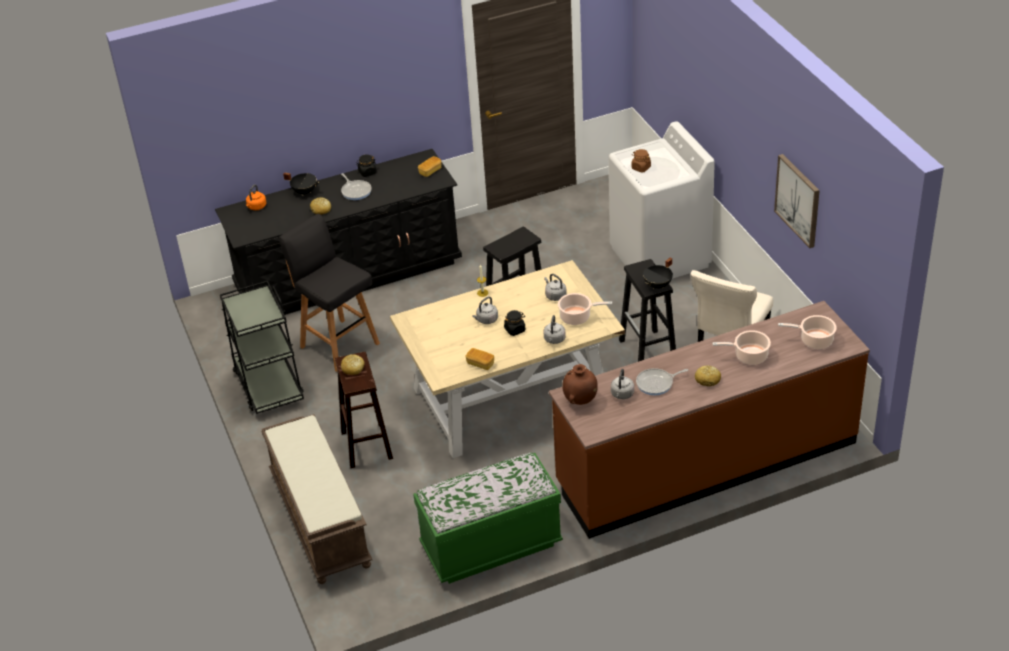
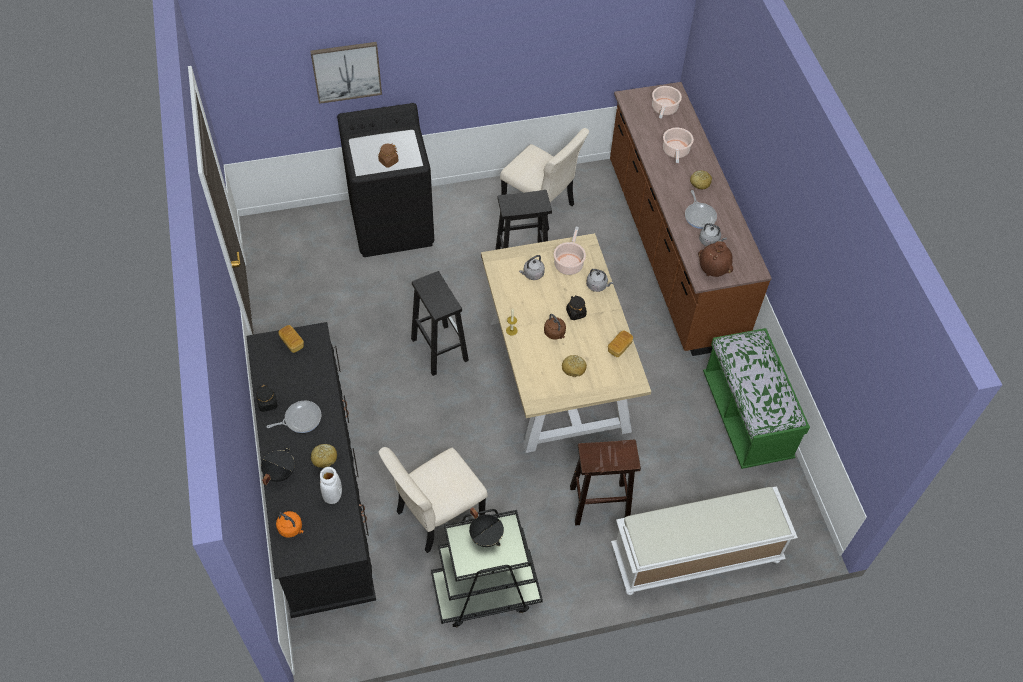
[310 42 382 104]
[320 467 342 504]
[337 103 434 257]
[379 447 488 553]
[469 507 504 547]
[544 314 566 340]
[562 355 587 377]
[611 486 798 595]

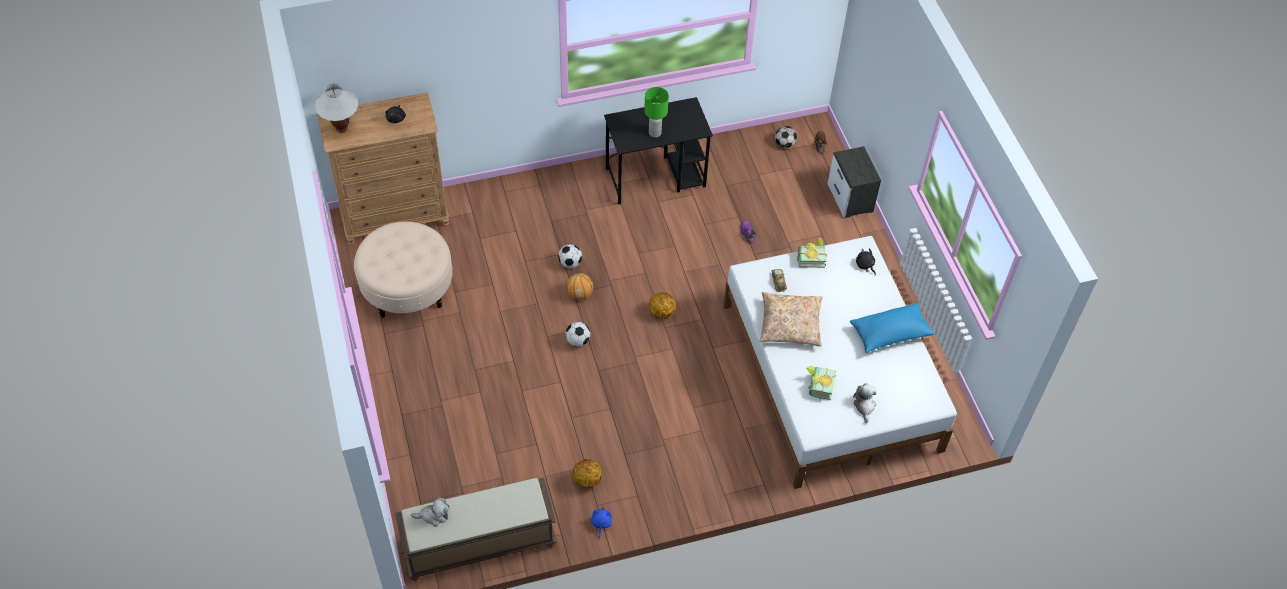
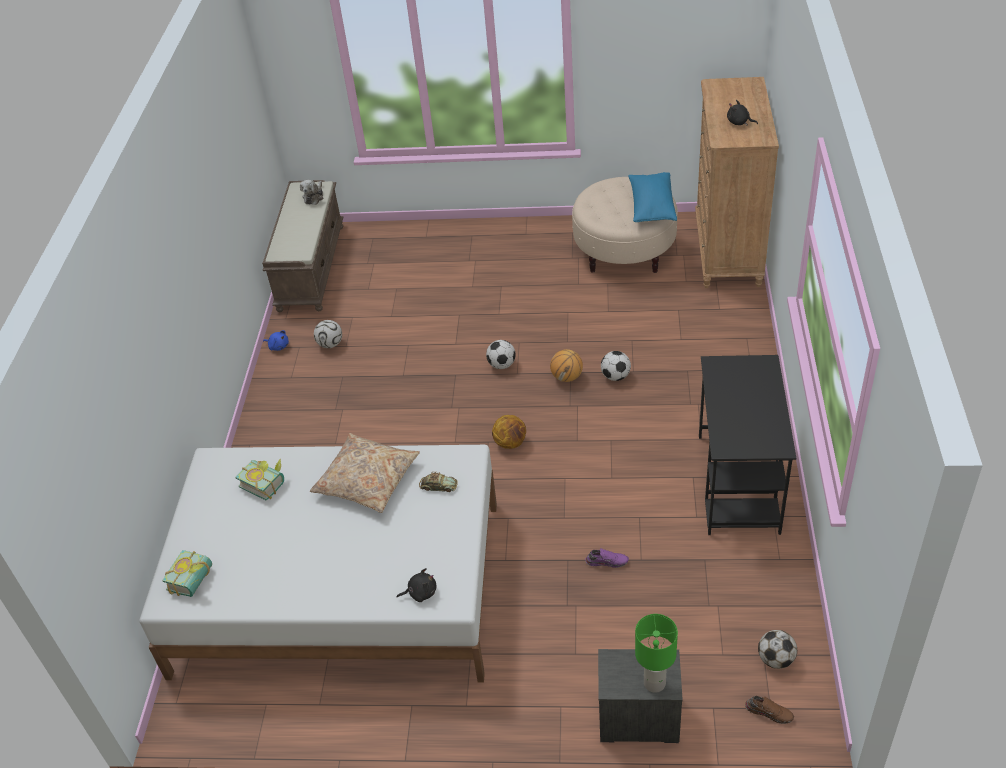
[162 550 212 597]
[314 320 342 348]
[628 172 677 222]
[635 614 678 693]
[315 84 358 133] (first image)
[853 383 876 423] (first image)

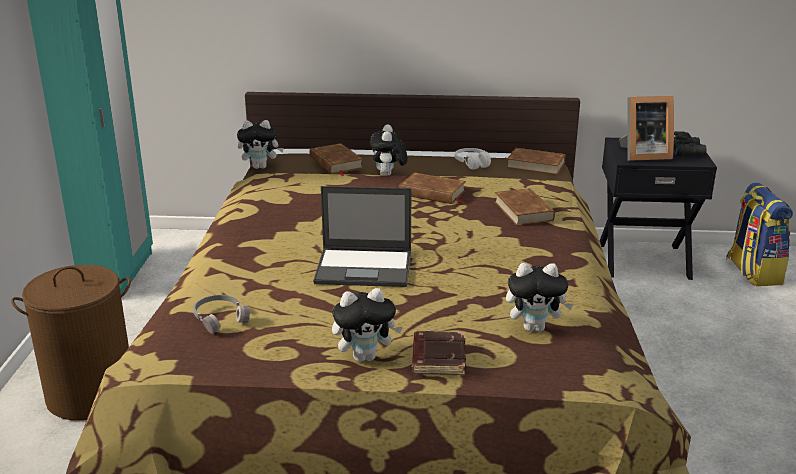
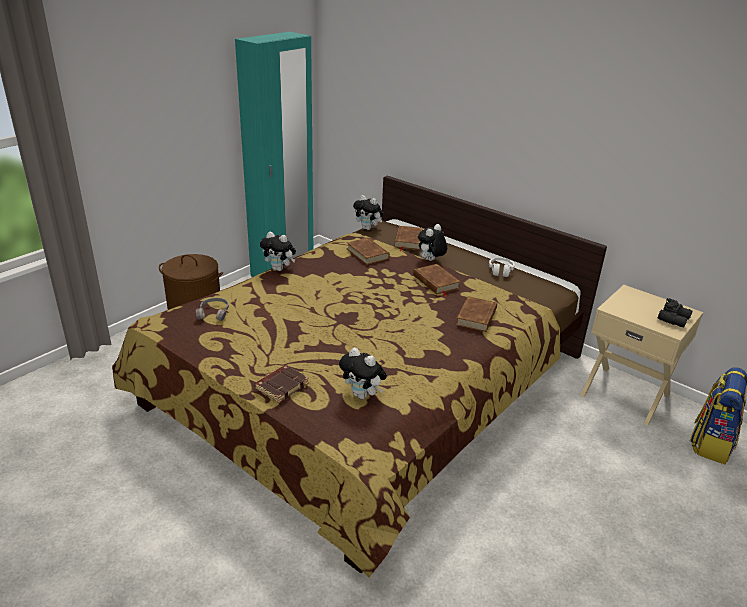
[260 232 296 271]
[347 238 390 265]
[581 285 703 426]
[313 186 411 287] (first image)
[619 96 674 161] (first image)

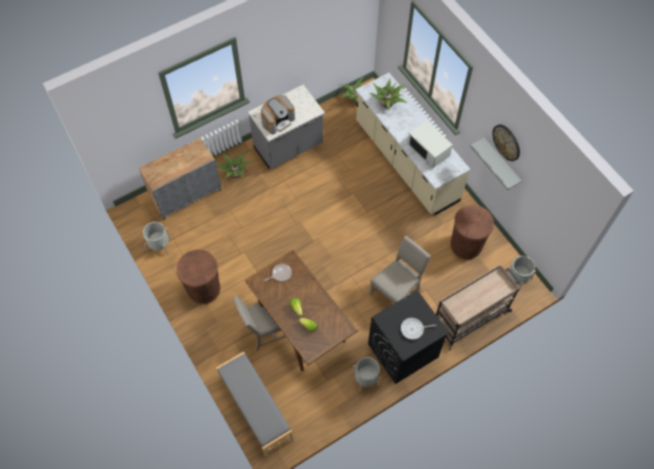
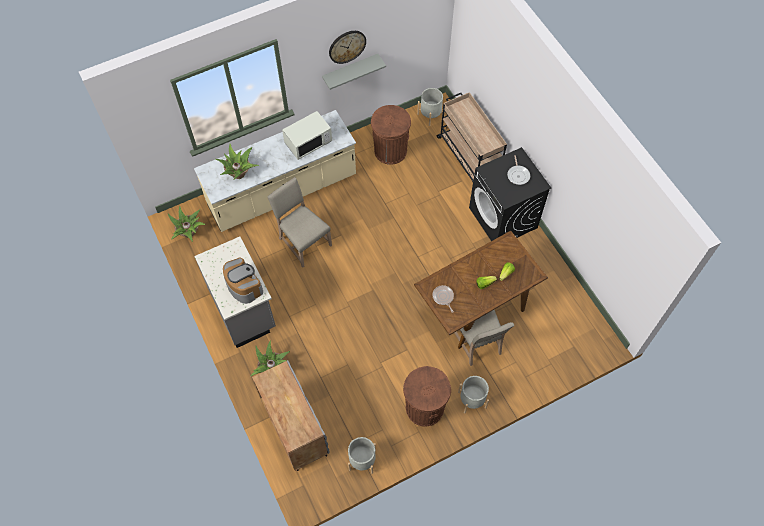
[267 177 332 267]
[458 376 489 413]
[216 352 293 457] (first image)

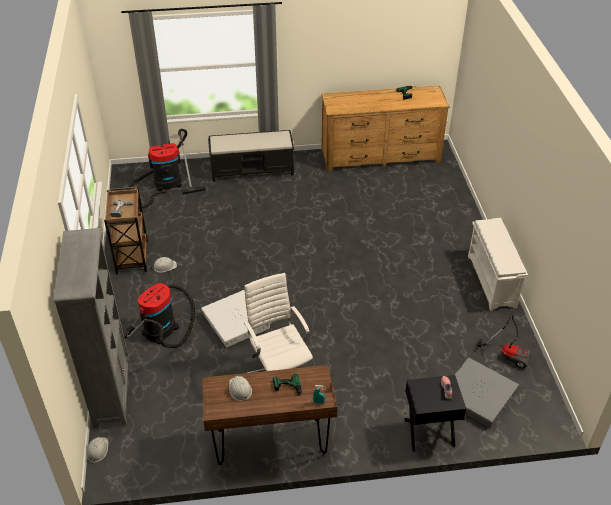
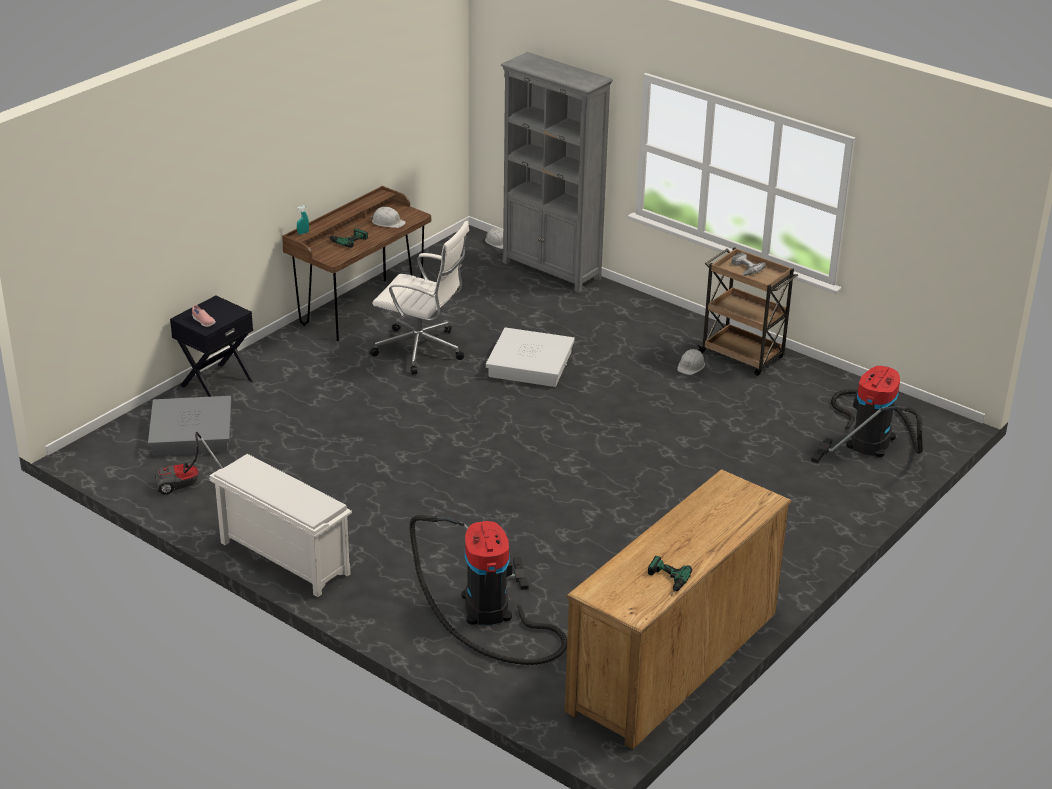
[409 515 567 665]
[208 130 294 182] (first image)

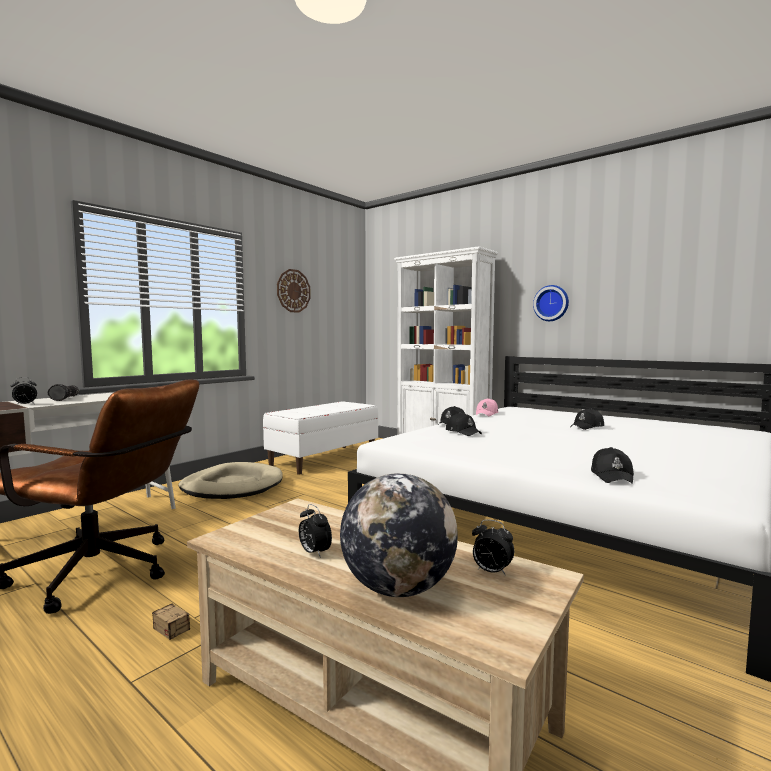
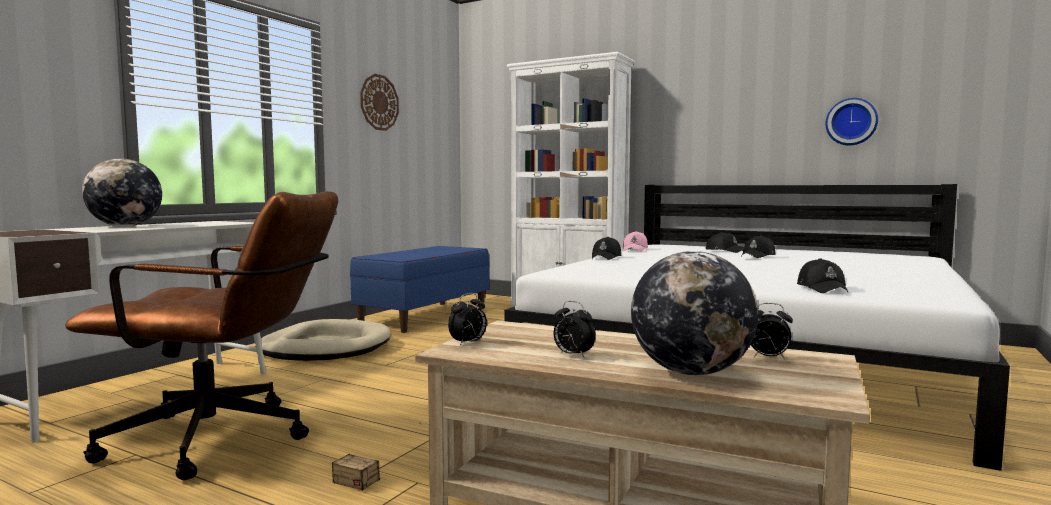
[82 158 162 227]
[350 246 489 333]
[448 293 487 346]
[705 232 744 253]
[826 98 878 146]

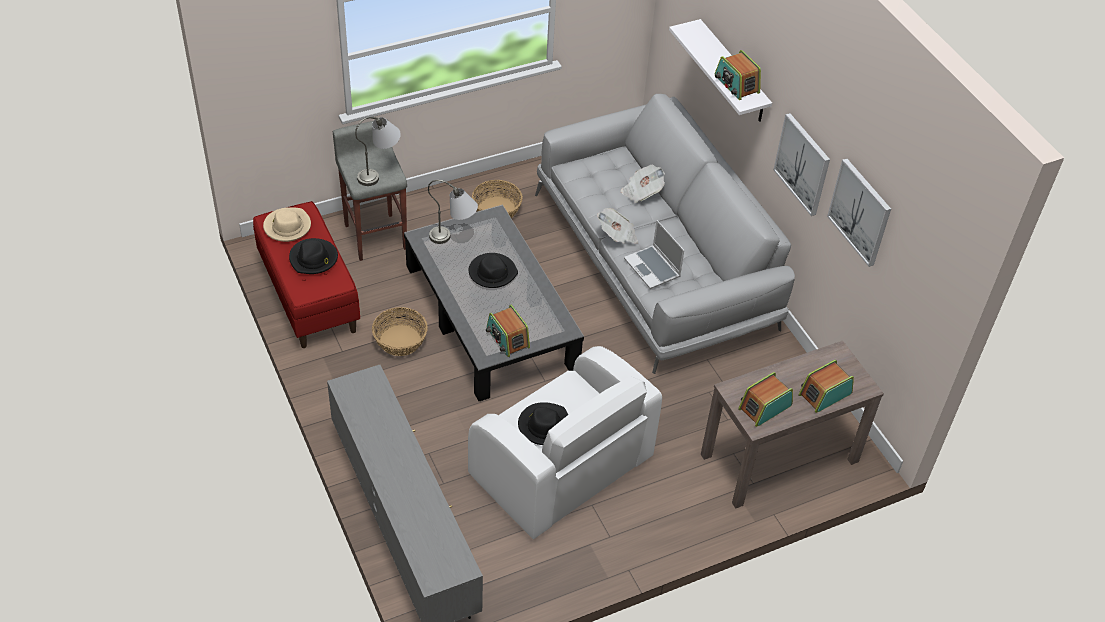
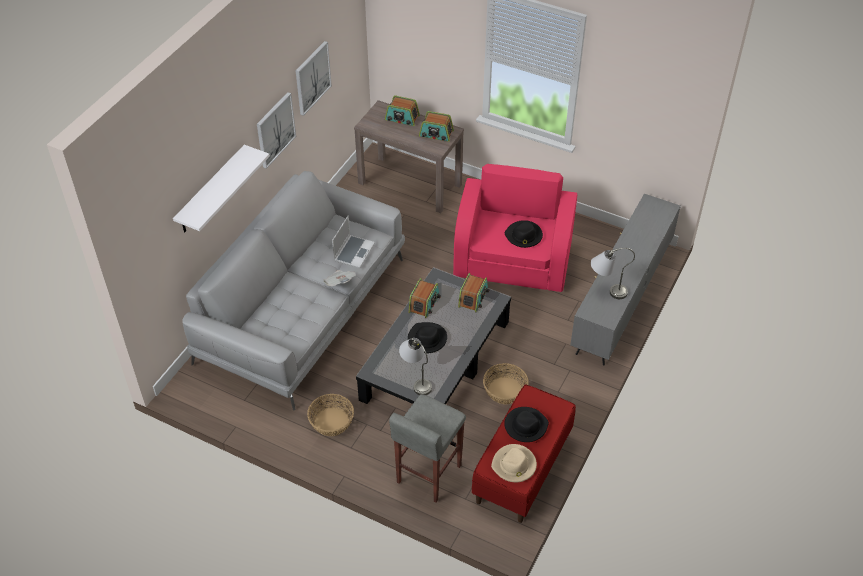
[408 278 441 318]
[453 164 577 292]
[591 248 635 299]
[621 165 665 203] (first image)

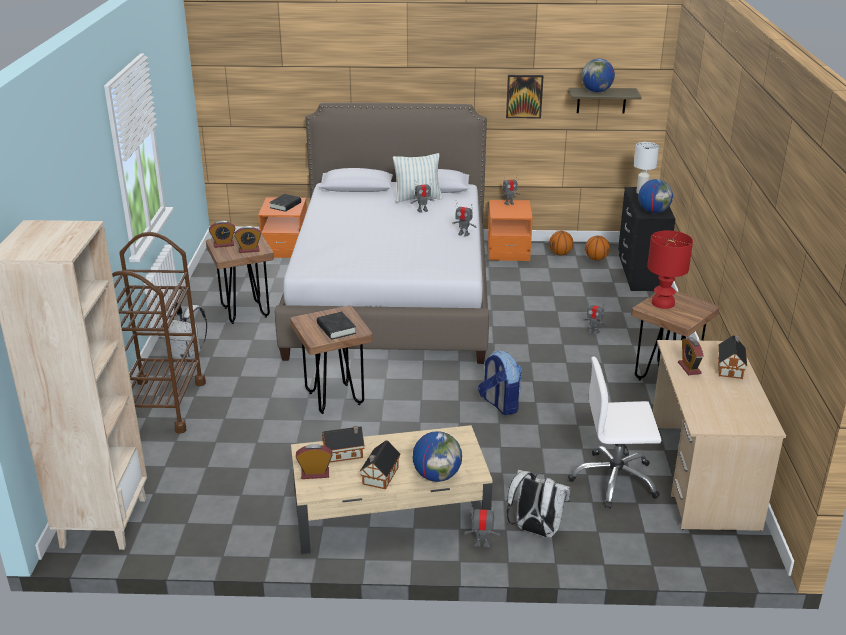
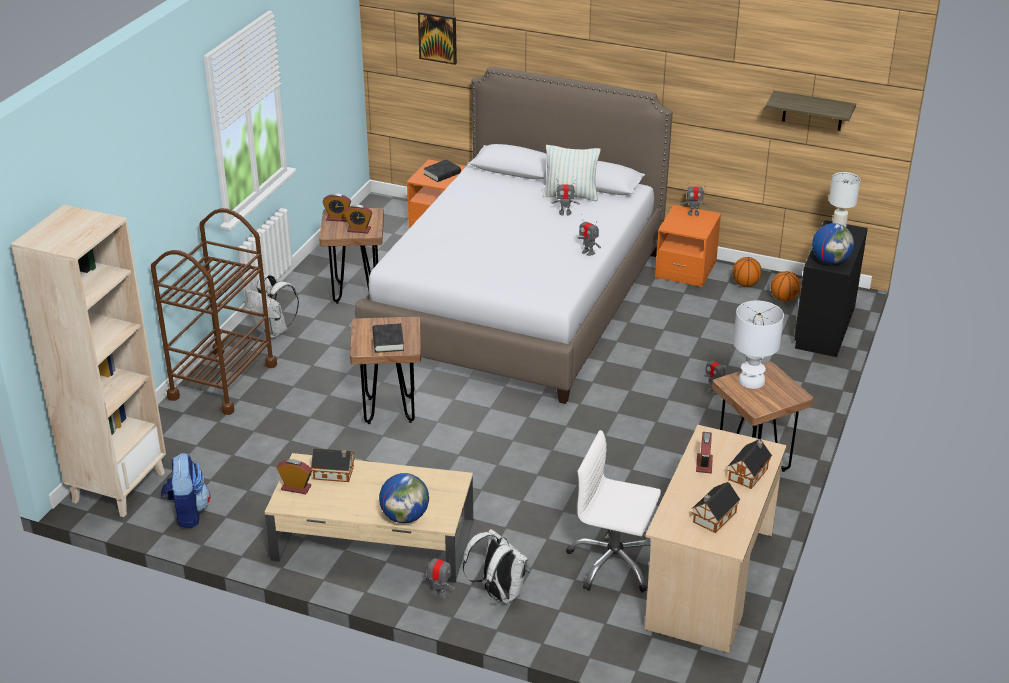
[161 453 210 528]
[418 12 457 65]
[692 482 740 533]
[733 301 784 389]
[581 59 615 92] (first image)

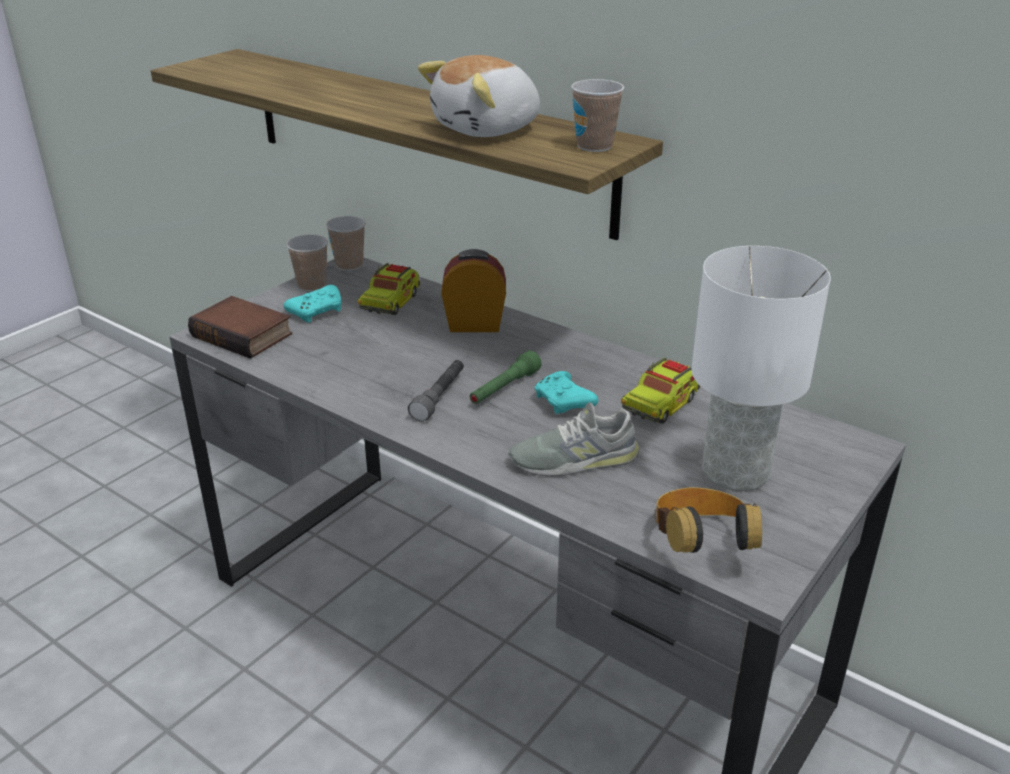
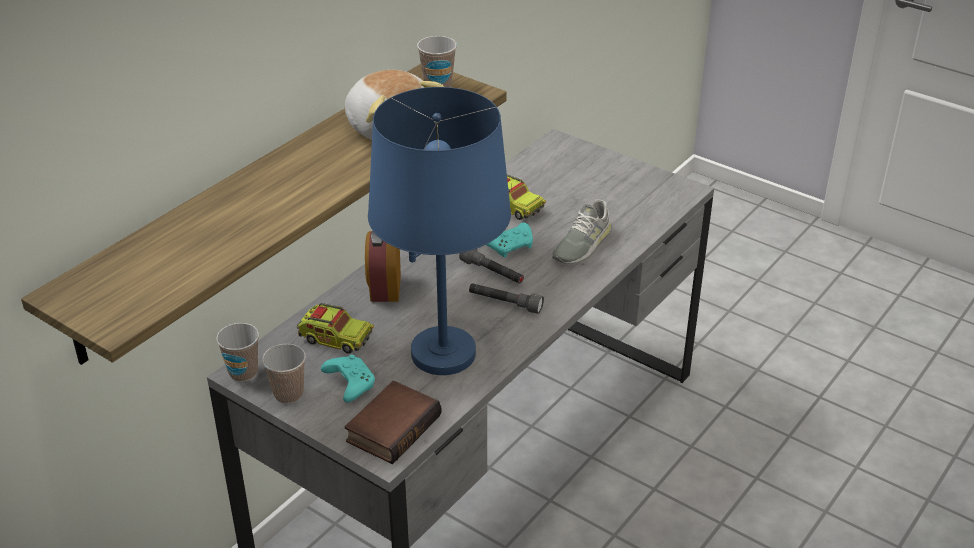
[368 87 511 375]
[459 249 524 284]
[552 199 611 264]
[655 487 762 553] (first image)
[691 246 831 491] (first image)

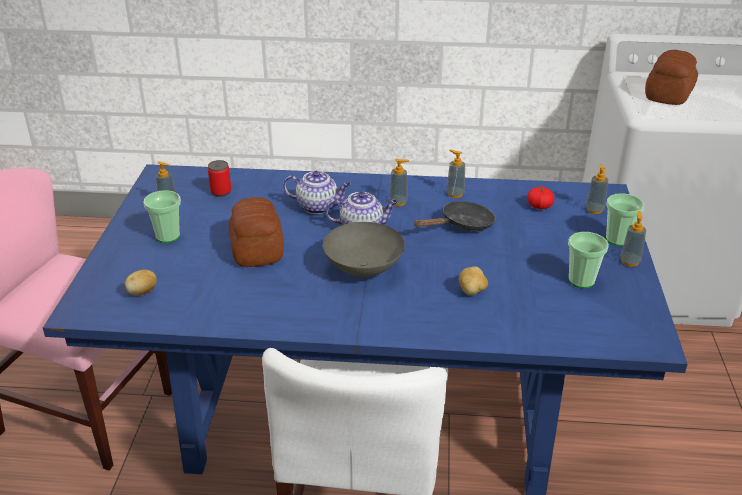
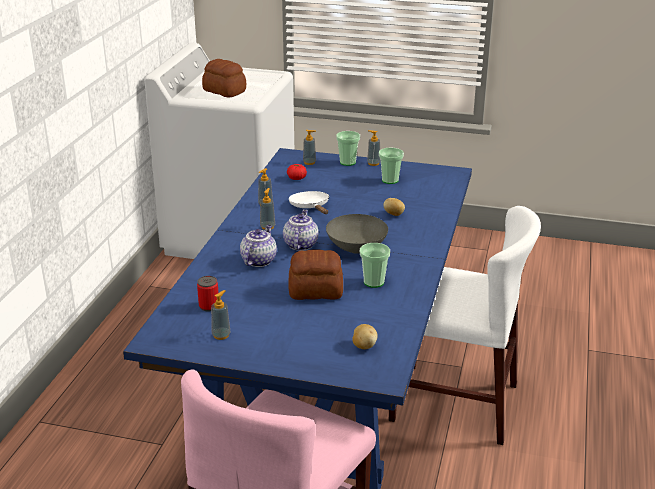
[289 191 329 214]
[360 243 390 288]

